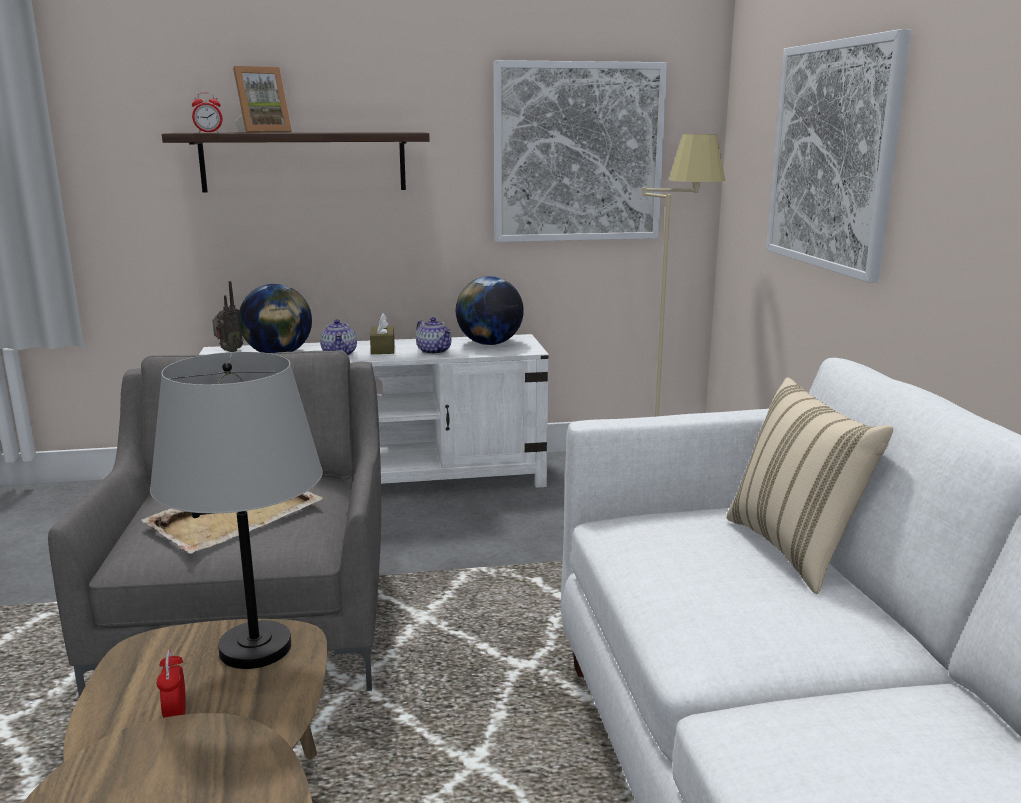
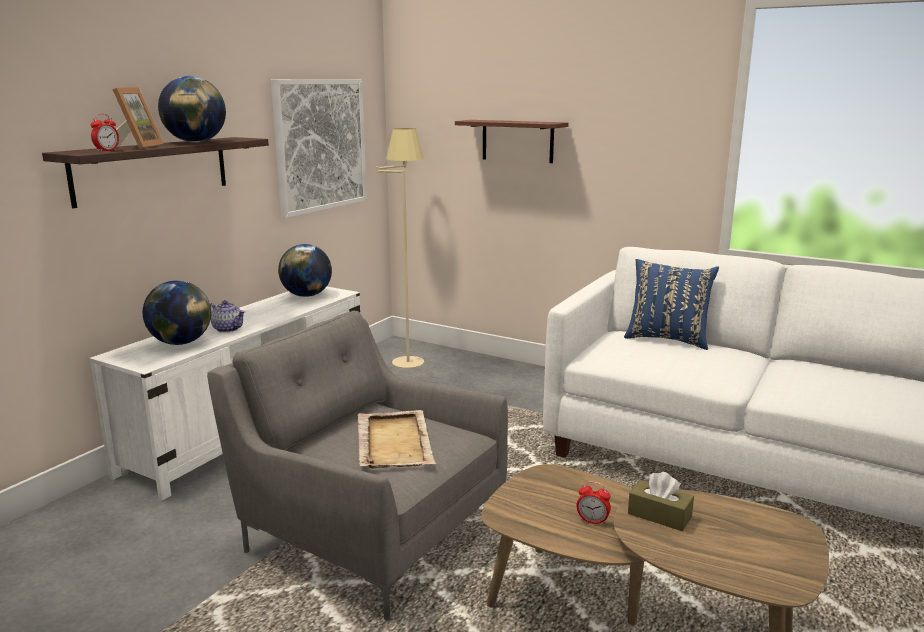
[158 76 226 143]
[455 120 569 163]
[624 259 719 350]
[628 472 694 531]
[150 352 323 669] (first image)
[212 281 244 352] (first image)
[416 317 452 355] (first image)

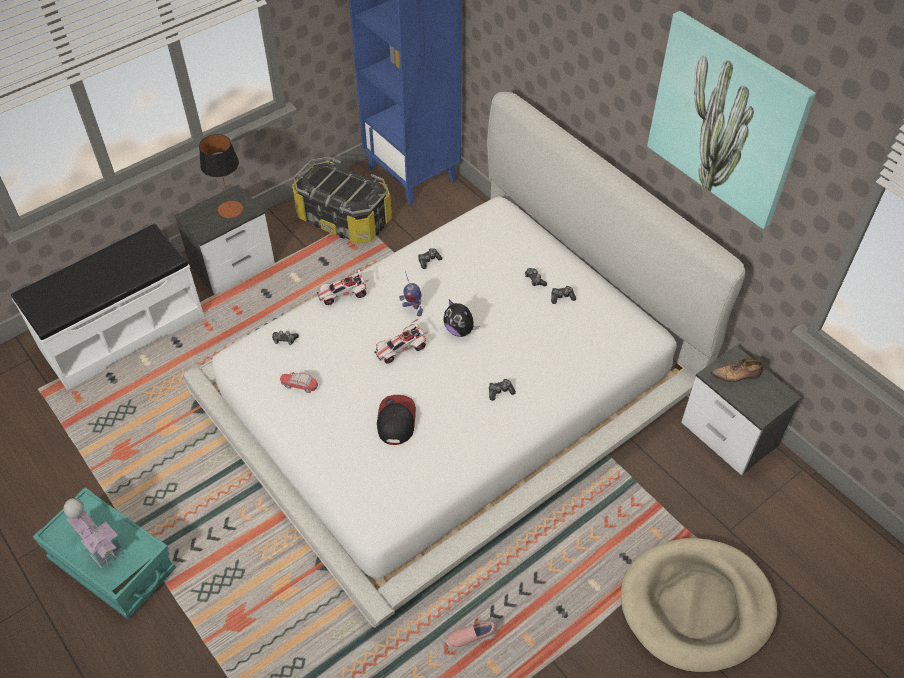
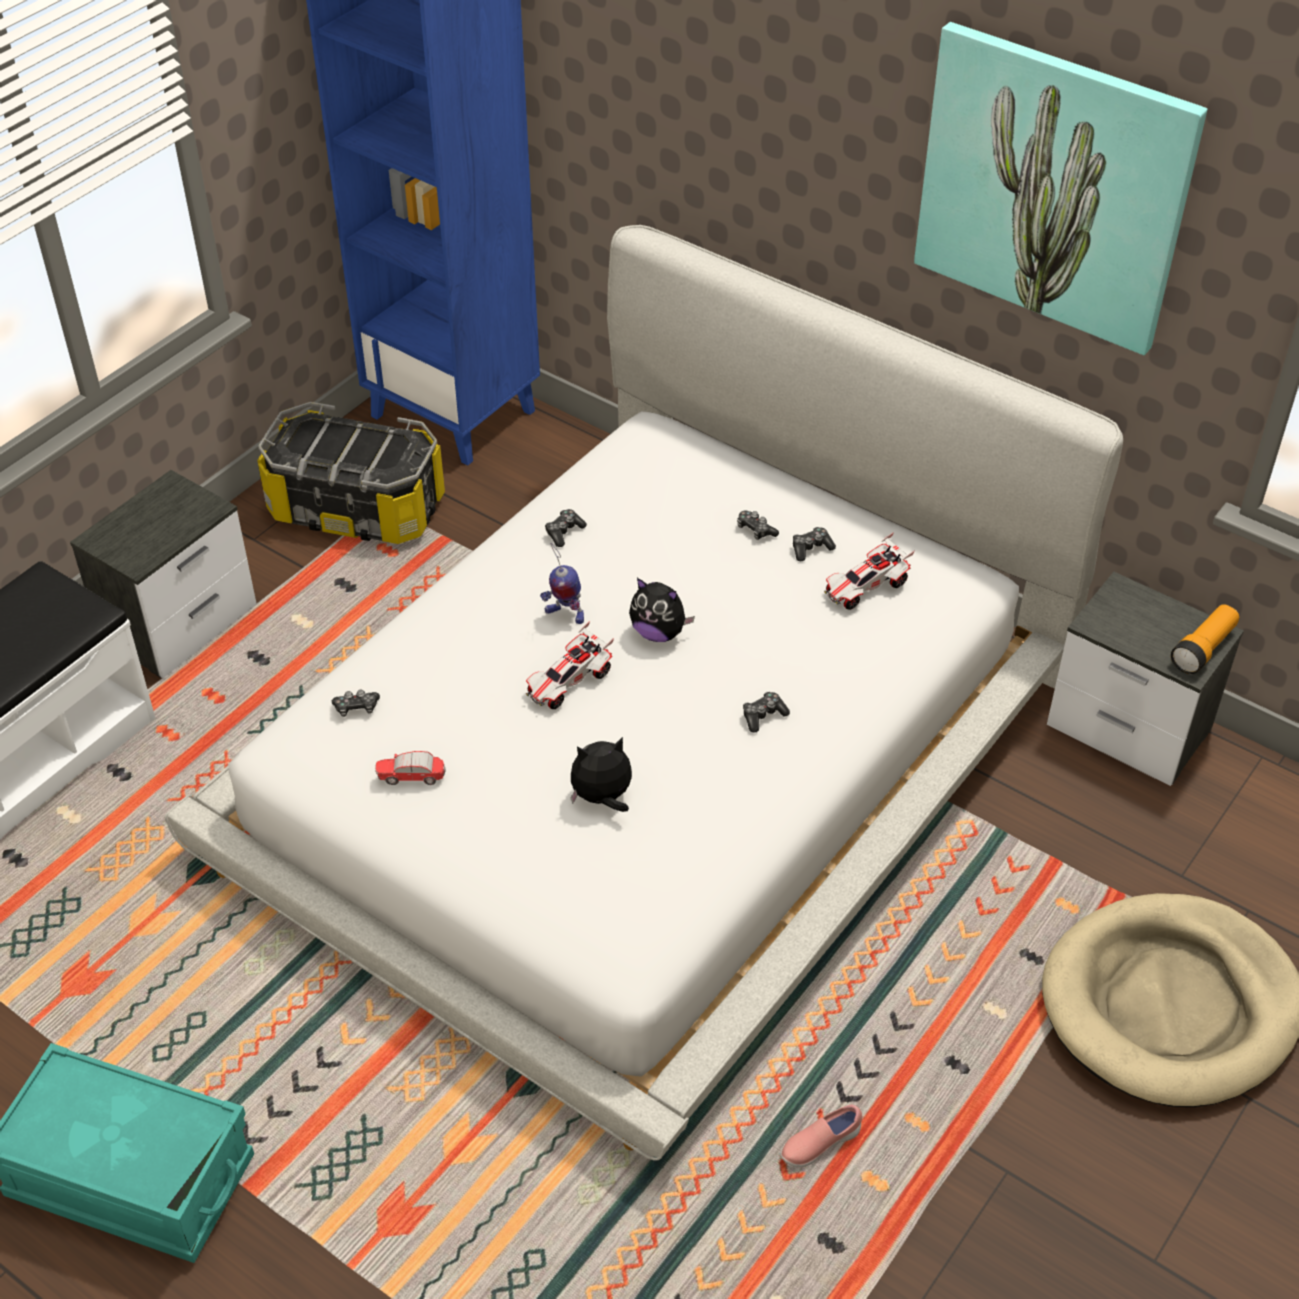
[571 737 632 812]
[824 532 915 610]
[1171 604 1239 674]
[64 498 124 568] (first image)
[199 134 243 218] (first image)
[710 359 764 383] (first image)

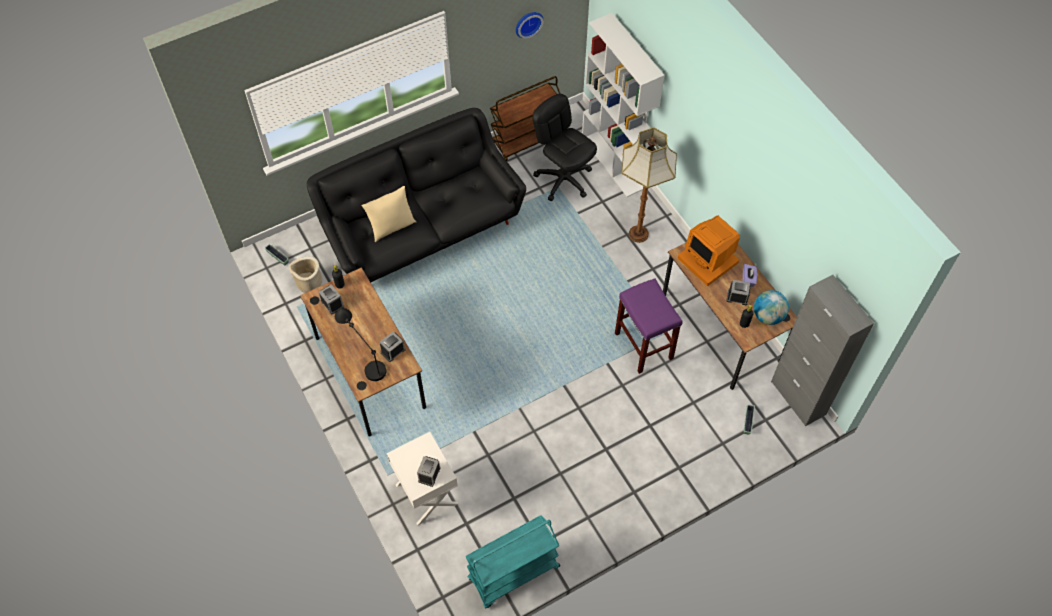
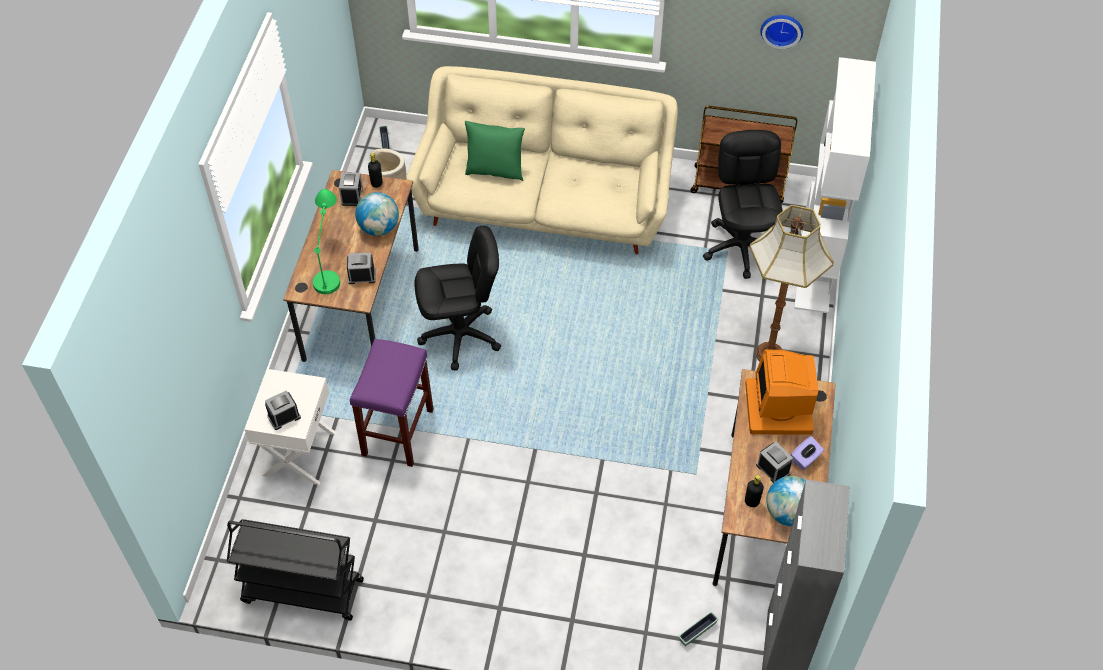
[227 519 364 621]
[313 189 340 294]
[350 339 434 467]
[355 192 399 236]
[406 66 678 255]
[414 226 501 371]
[465 121 525 181]

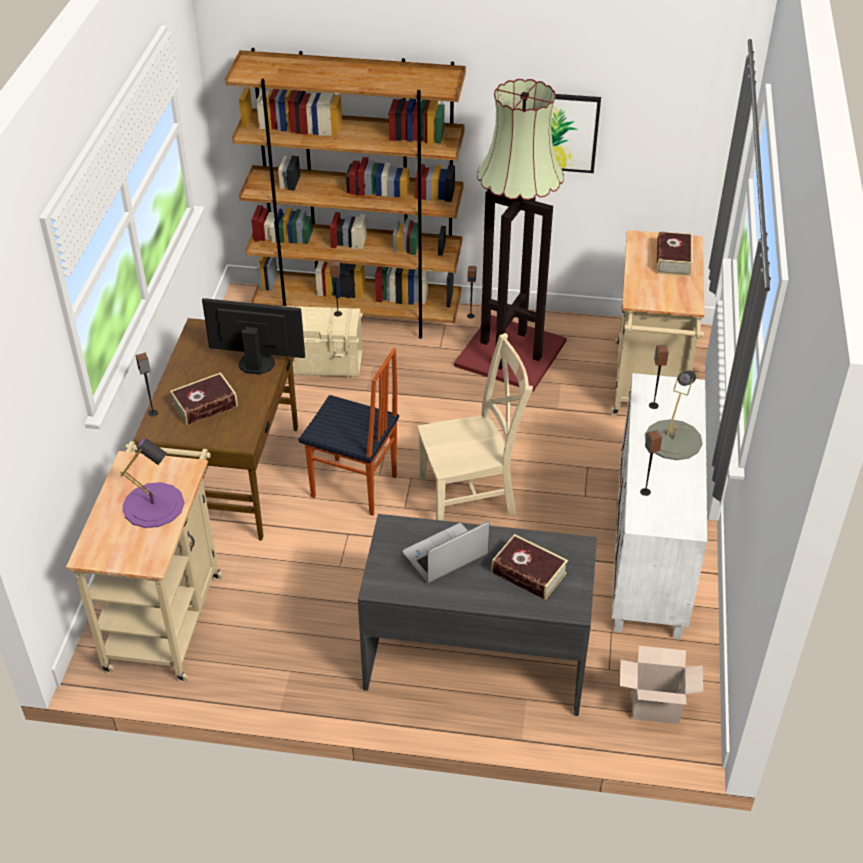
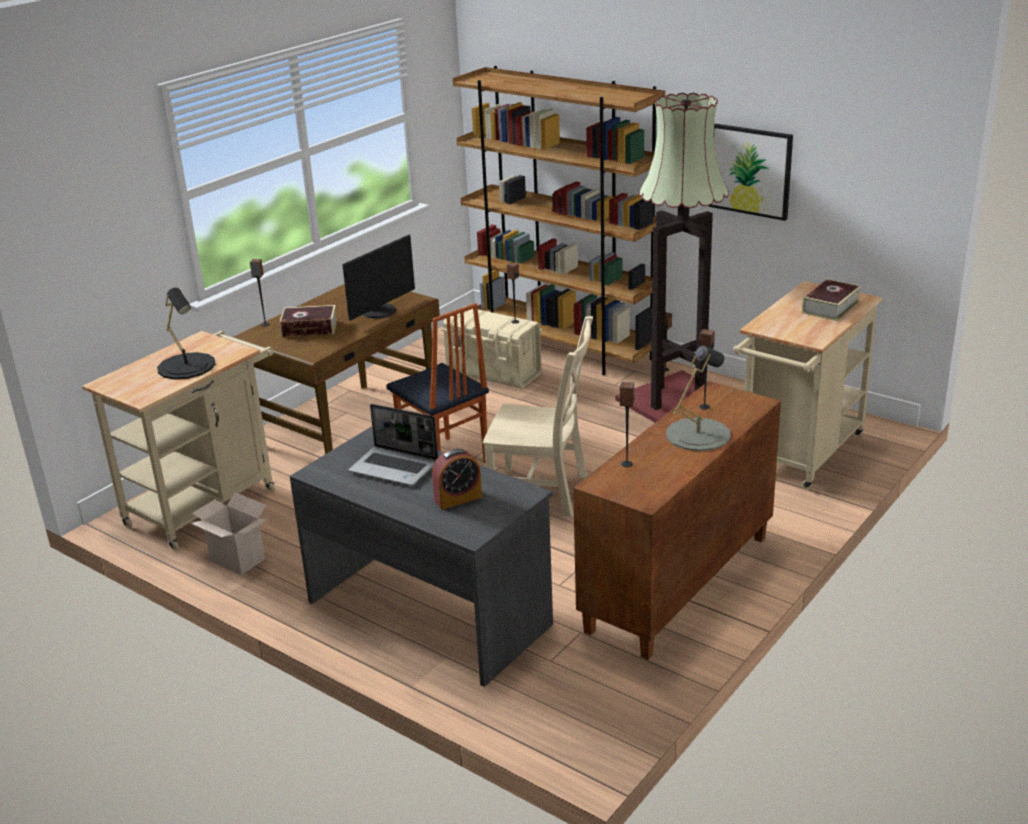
[157 288 216 379]
[190 492 267 575]
[342 235 415 321]
[349 404 438 486]
[432 448 482 510]
[573 381 781 660]

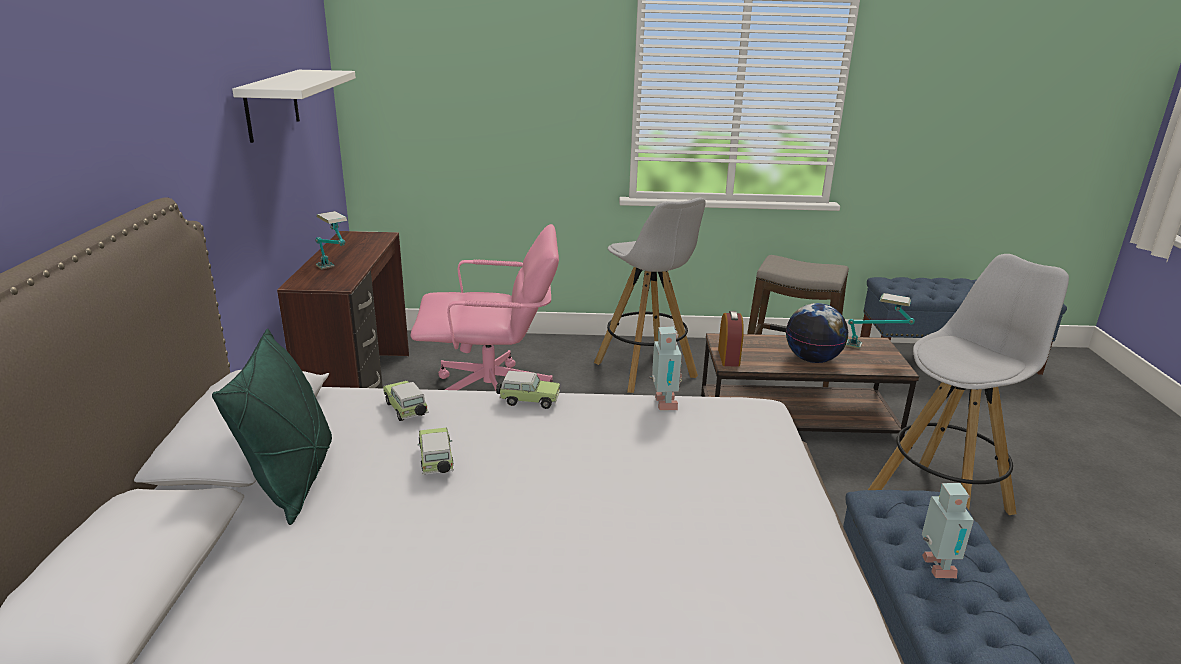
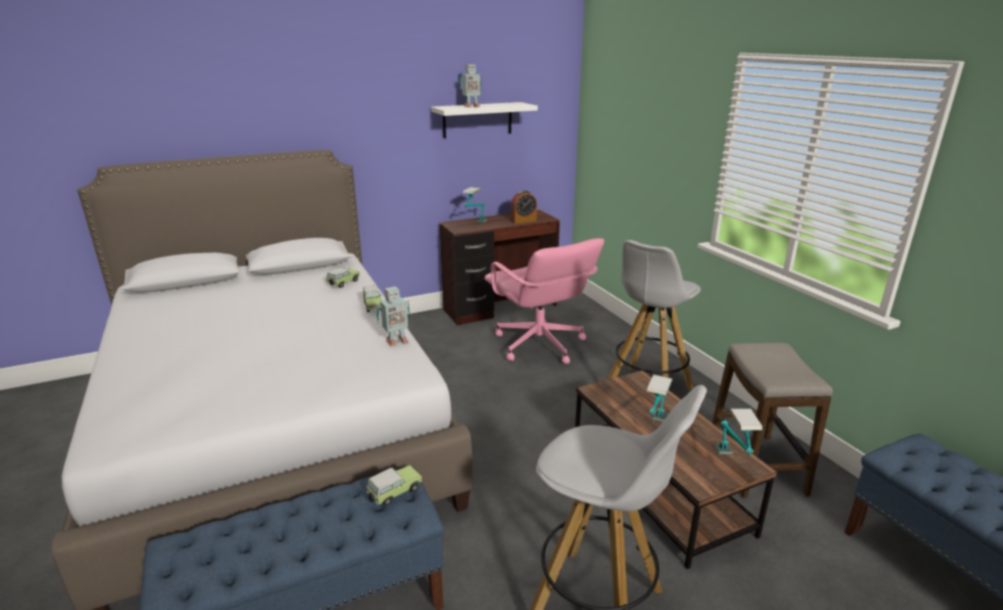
[366 465 422 506]
[459 64 482 108]
[511 190 537 224]
[647 374 672 422]
[212 329 332 525] (first image)

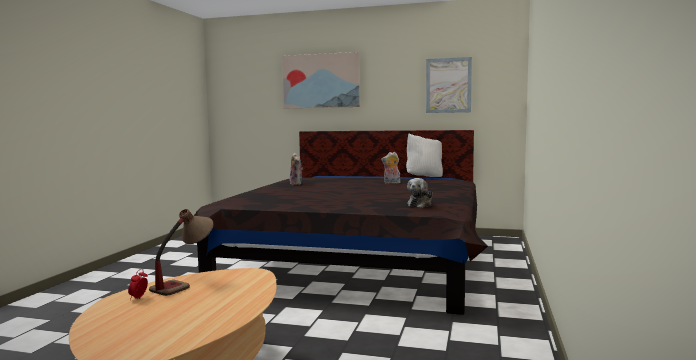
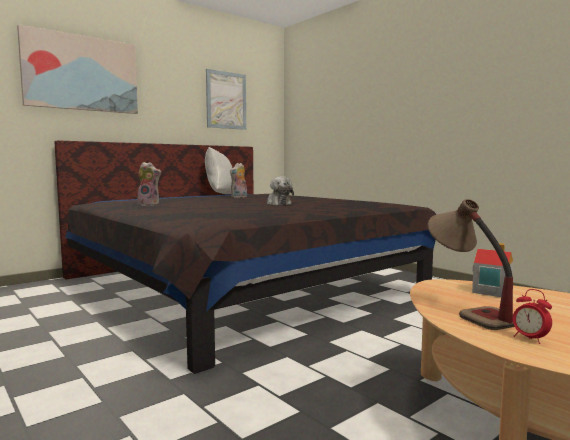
[267 176 294 205]
[472 243 513 297]

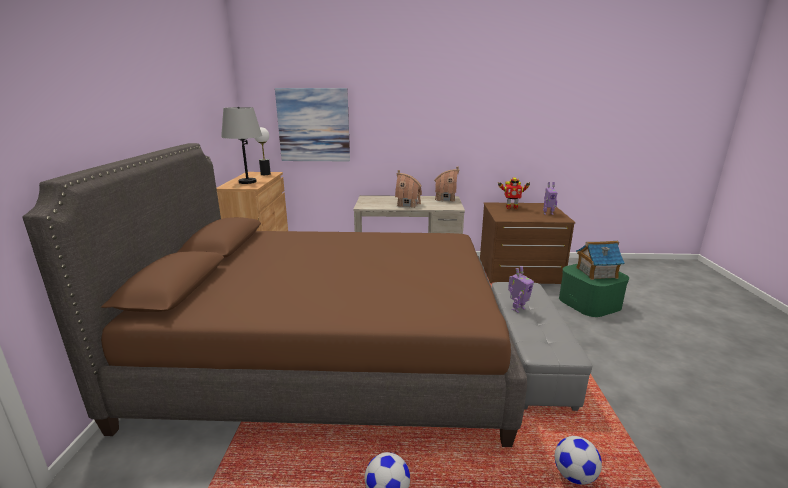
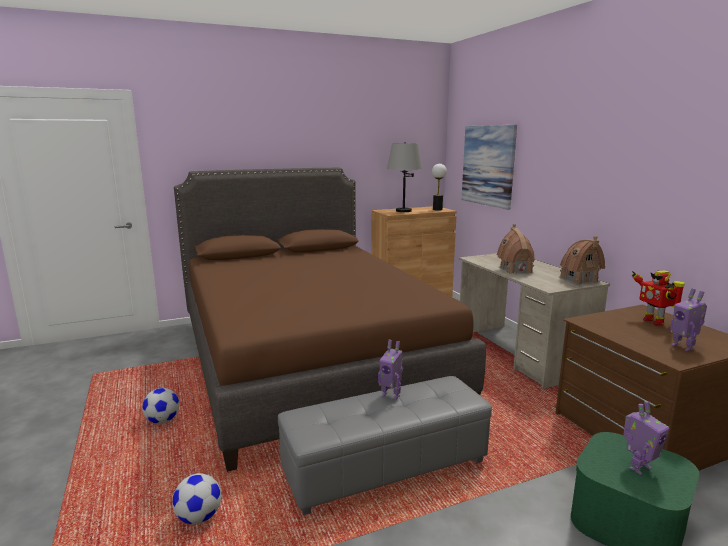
[623 401 670 475]

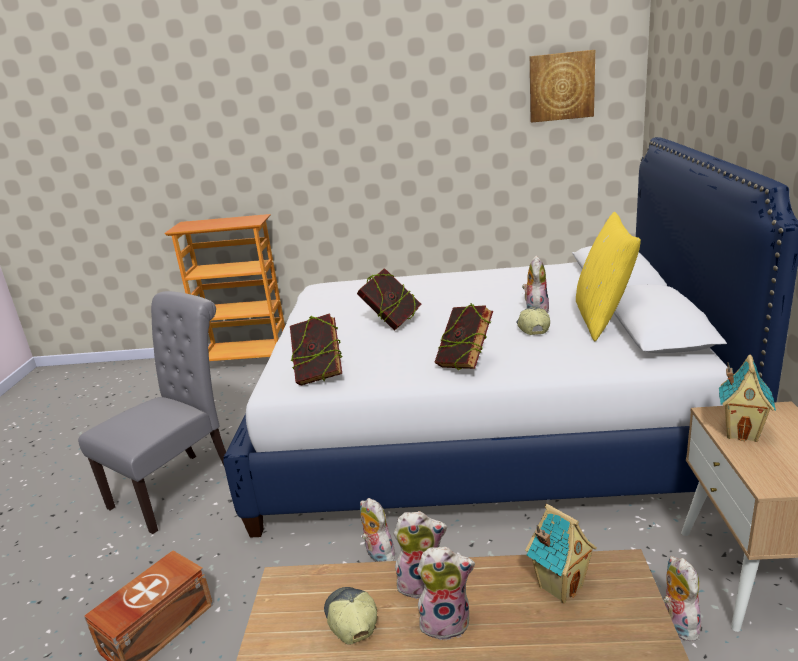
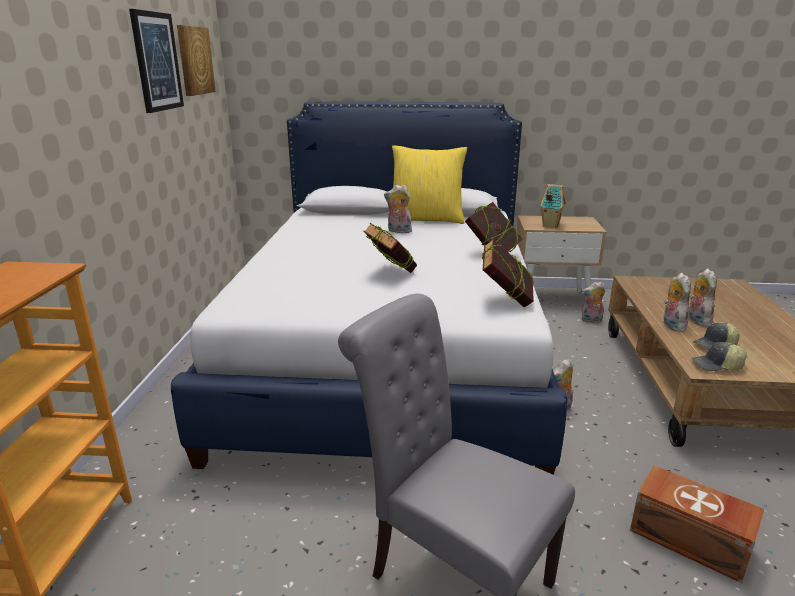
[129 9 184 113]
[691 342 747 371]
[525 504 597 603] (first image)

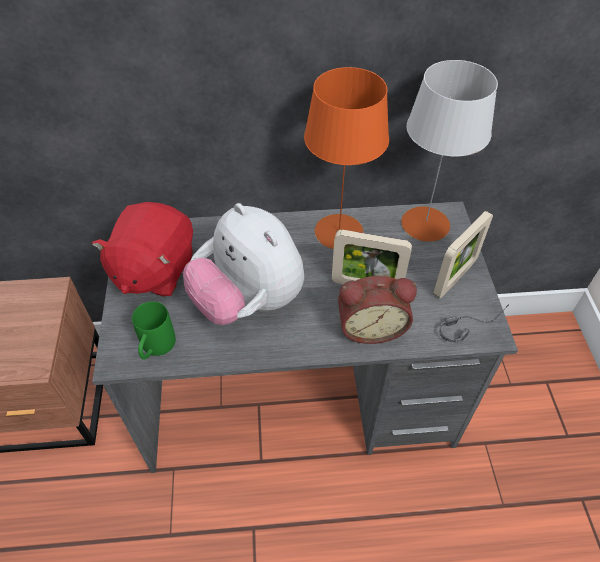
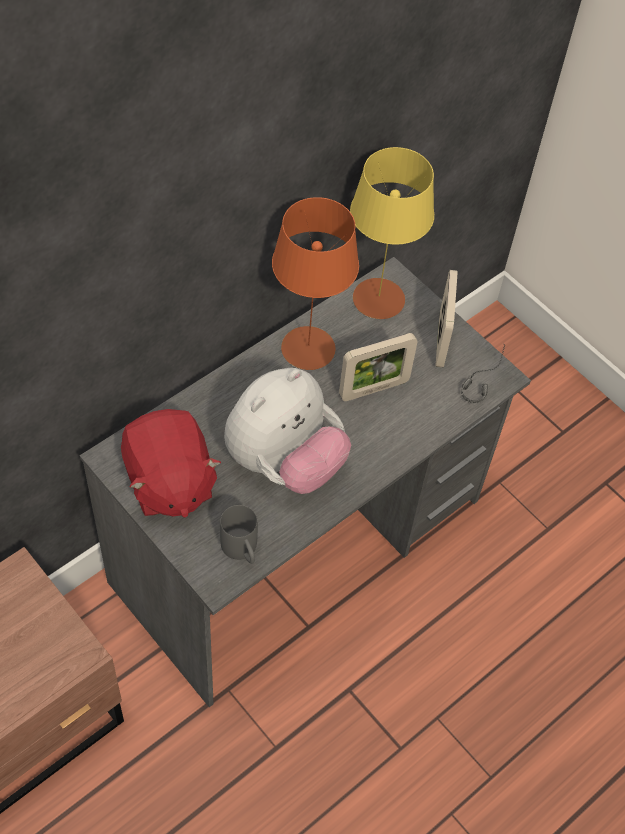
[220 505 258 564]
[224 368 351 494]
[350 147 434 319]
[338 276 417 344] (first image)

